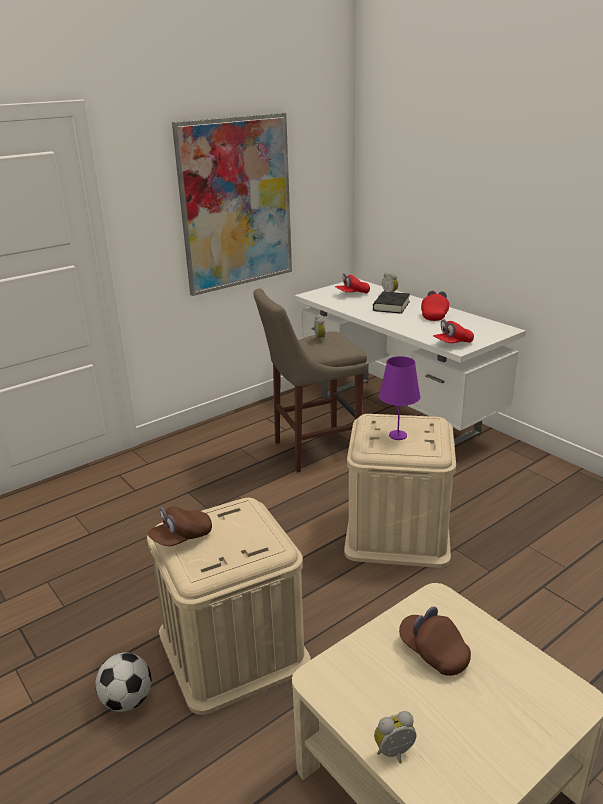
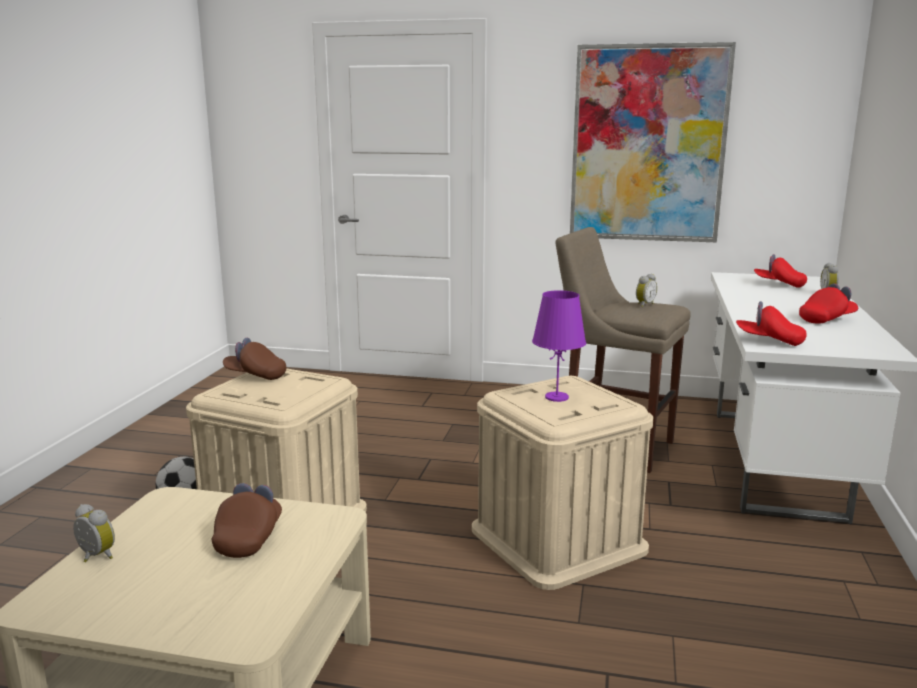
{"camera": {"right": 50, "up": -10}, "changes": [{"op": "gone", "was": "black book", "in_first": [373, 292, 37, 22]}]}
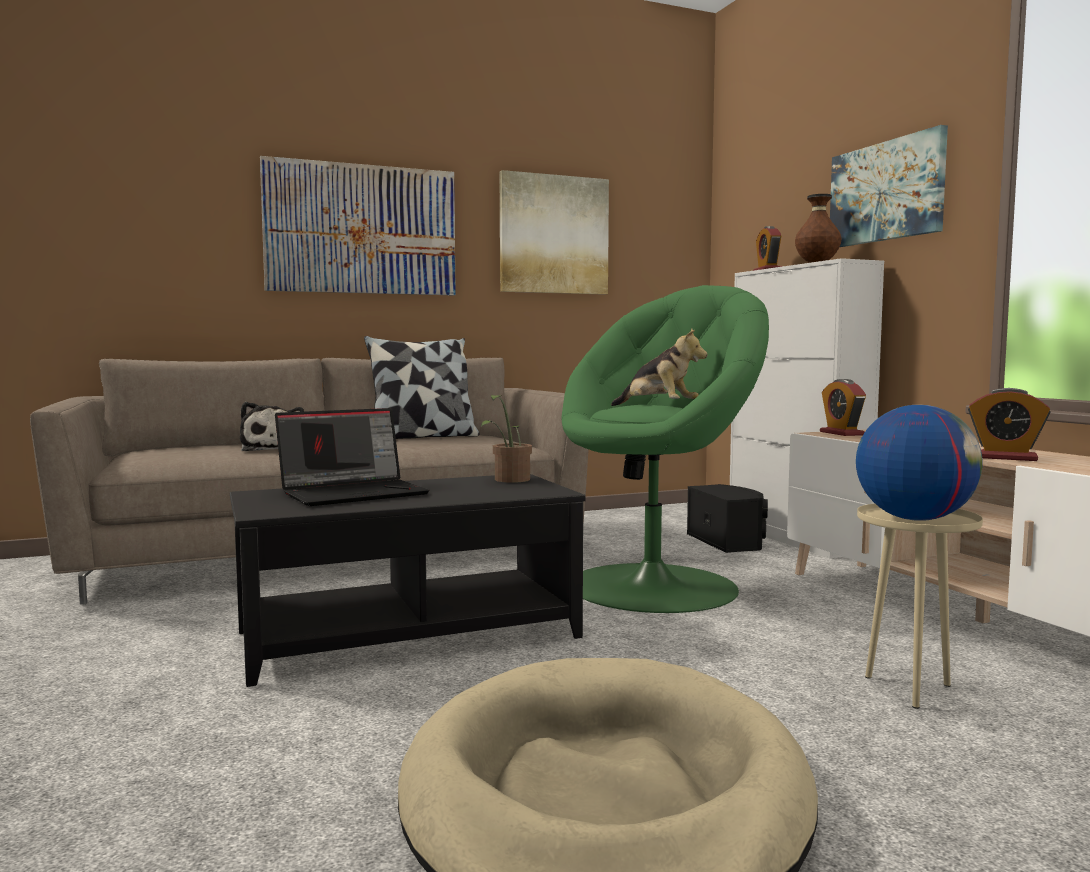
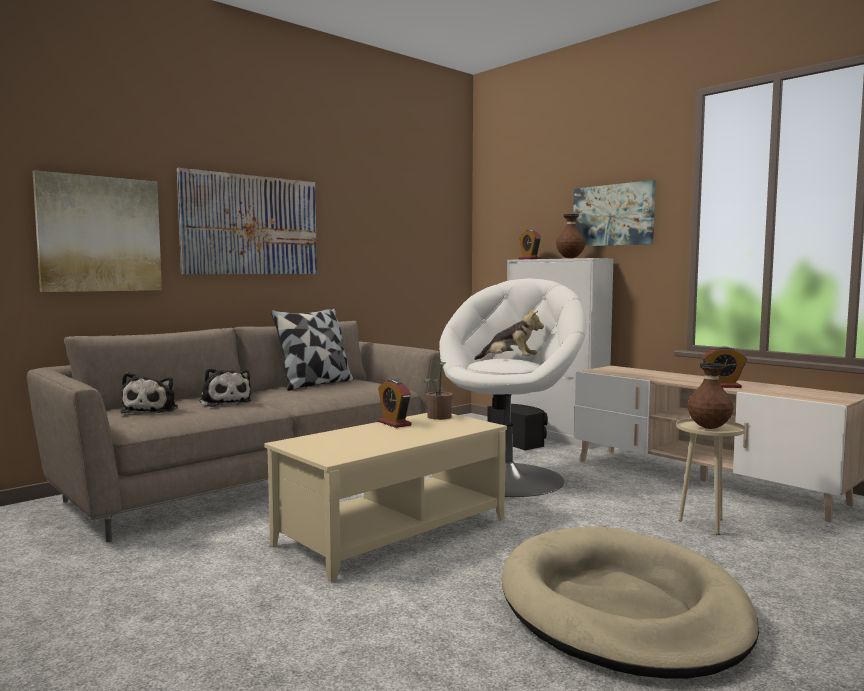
{"camera": {"right": -20, "up": 0}, "changes": [{"op": "shifted", "was": "picture", "in_first": [500, 170, 109, 125], "in_second": [33, 170, 129, 122]}, {"op": "repainted", "was": "green armchair", "now": "white armchair", "in_first": [562, 285, 207, 328], "in_second": [439, 278, 147, 219]}, {"op": "shifted", "was": "alarm clock", "in_first": [820, 379, 46, 57], "in_second": [378, 379, 34, 49]}, {"op": "swapped", "was": "globe", "now": "brown vase", "in_first": [856, 405, 127, 116], "in_second": [687, 363, 47, 66]}, {"op": "gone", "was": "laptop", "in_first": [275, 408, 155, 98]}, {"op": "repainted", "was": "black coffee table", "now": "beige coffee table", "in_first": [230, 474, 356, 213], "in_second": [265, 413, 242, 169]}, {"op": "new", "now": "plush toy", "in_second": [121, 372, 57, 41]}]}
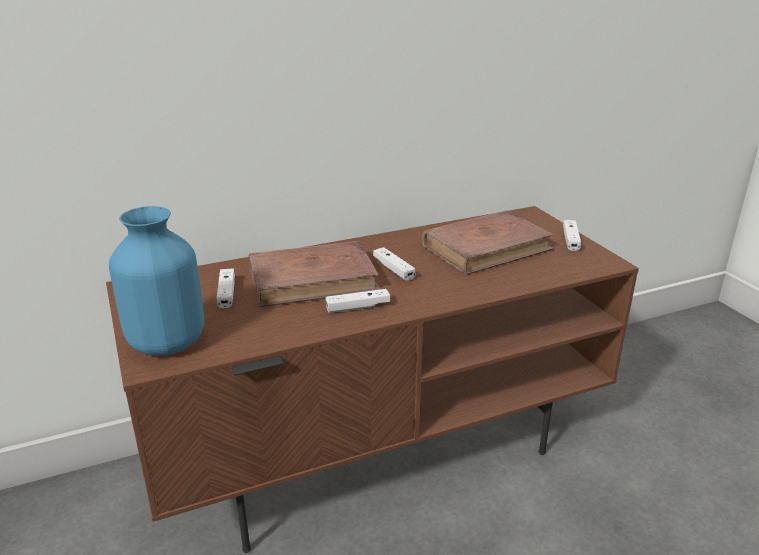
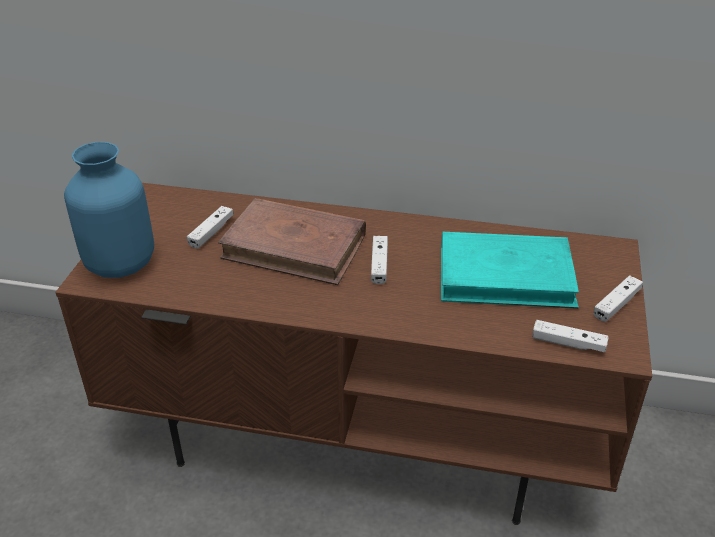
{"camera": {"right": 35, "up": 10}, "changes": [{"op": "repainted", "was": "brown book", "now": "turquoise book", "in_first": [422, 210, 132, 65], "in_second": [441, 232, 138, 77]}, {"op": "shifted", "was": "white game controller", "in_first": [325, 289, 65, 24], "in_second": [533, 320, 75, 32]}]}
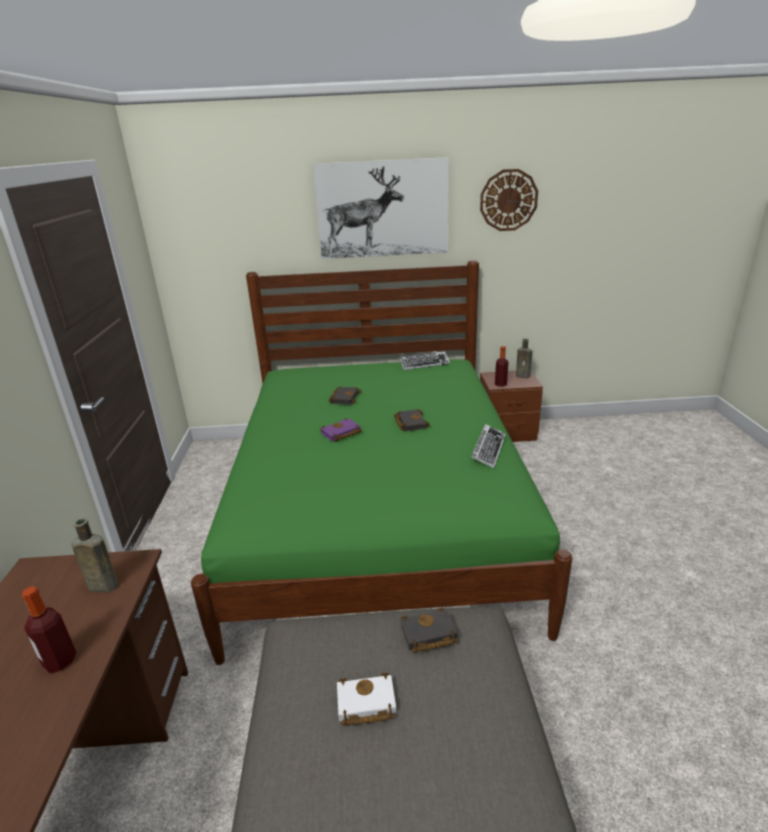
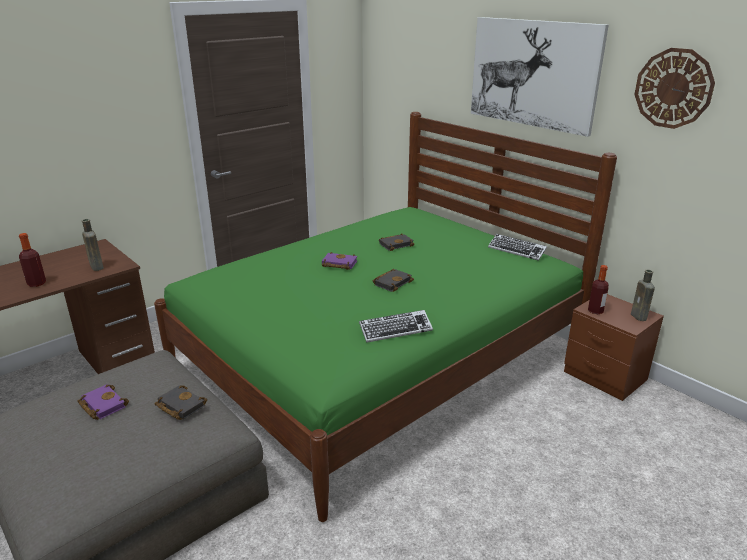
{"camera": {"right": 50, "up": 0}, "changes": [{"op": "repainted", "was": "white book", "now": "purple book", "in_first": [337, 672, 60, 54], "in_second": [78, 384, 51, 36]}]}
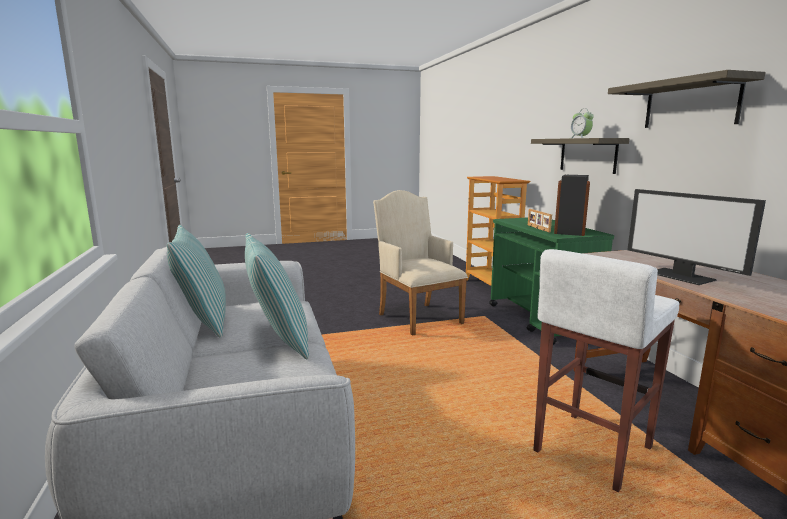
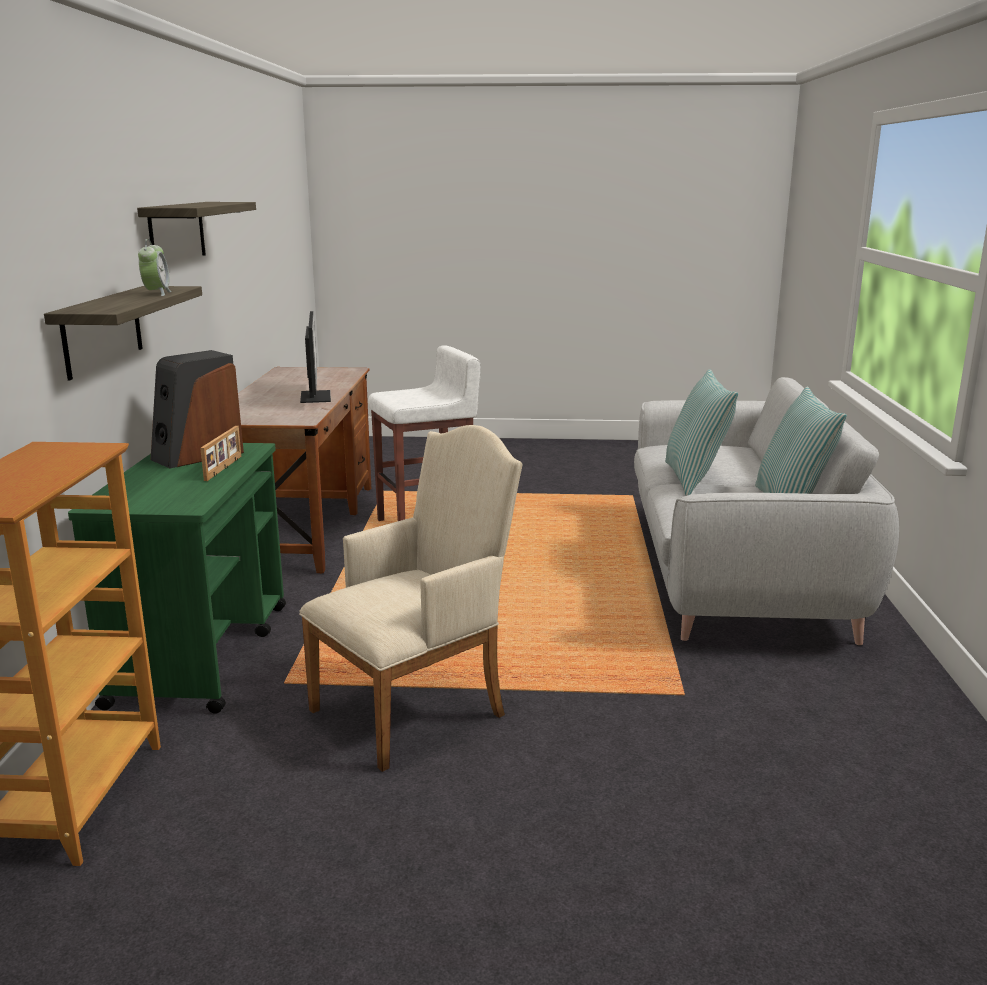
{"camera": {"right": -160, "up": 5}, "changes": [{"op": "rotated", "was": "beige armchair", "in_first": [373, 190, 95, 146], "in_second": [299, 425, 224, 347], "clockwise": -120}]}
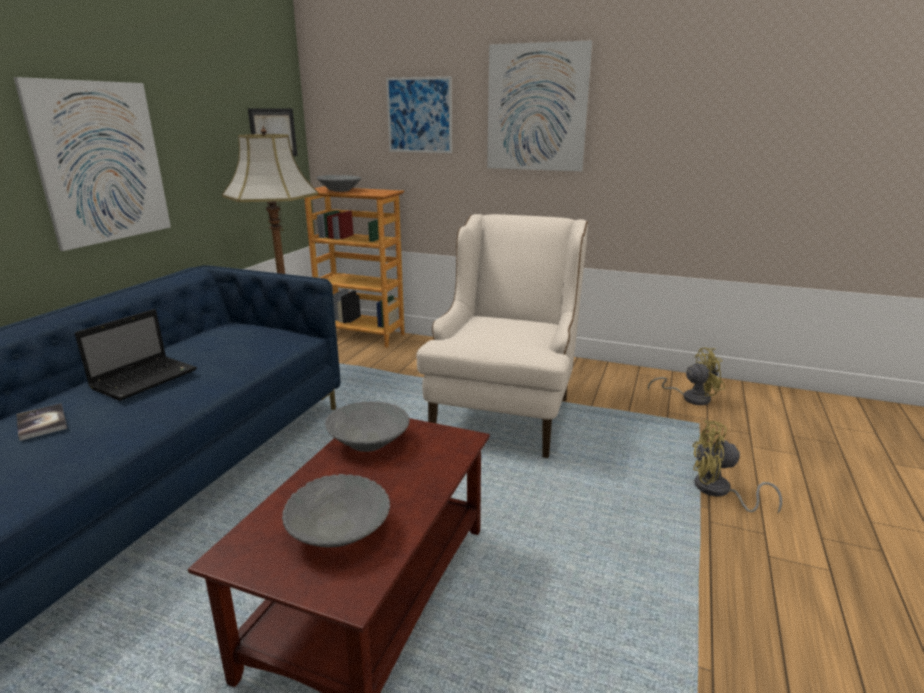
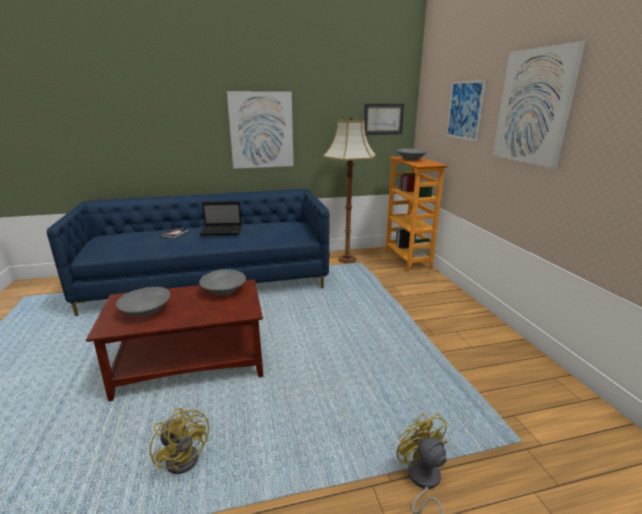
{"camera": {"right": 55, "up": 0}, "changes": [{"op": "gone", "was": "beige armchair", "in_first": [417, 214, 171, 244]}, {"op": "shifted", "was": "yellow fan", "in_first": [648, 348, 77, 57], "in_second": [150, 408, 59, 66]}]}
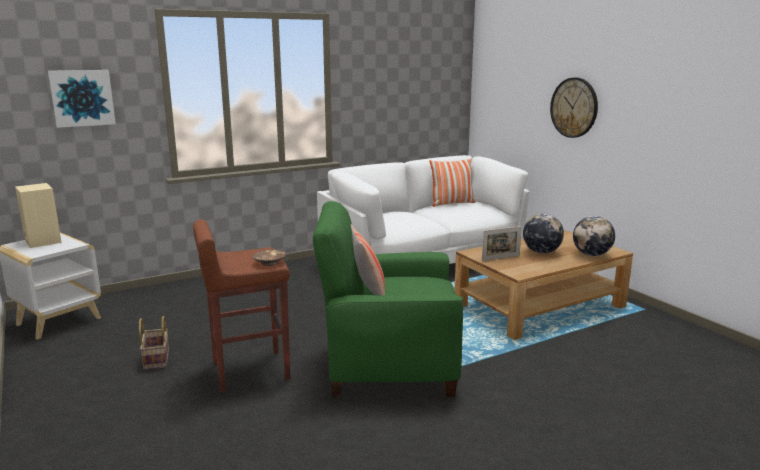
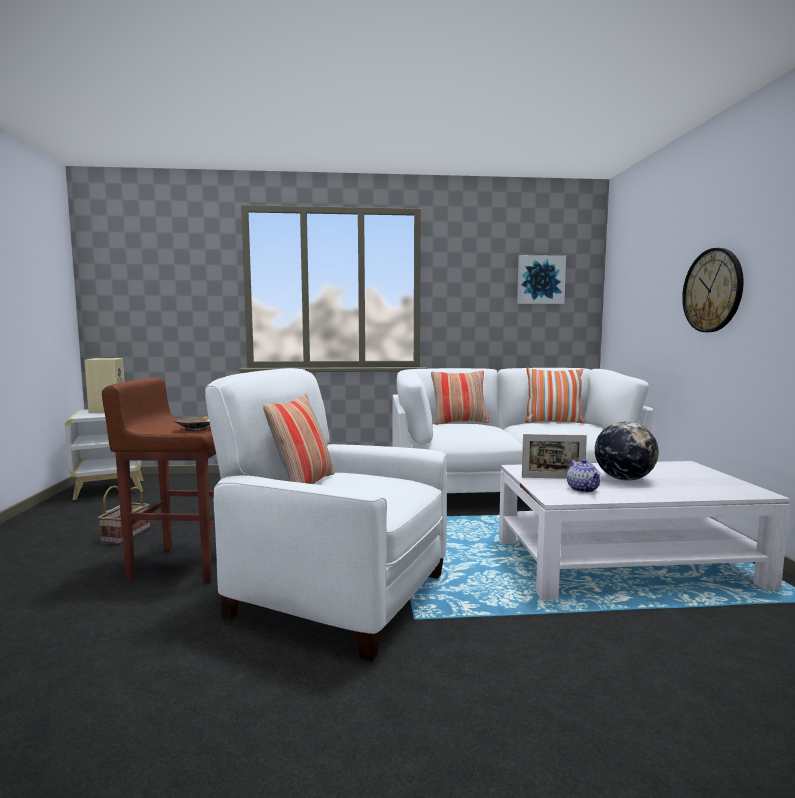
{"camera": {"right": 25, "up": -10}, "changes": [{"op": "shifted", "was": "picture", "in_first": [48, 70, 68, 58], "in_second": [517, 255, 49, 49]}, {"op": "repainted", "was": "green armchair", "now": "white armchair", "in_first": [312, 201, 151, 196], "in_second": [205, 368, 242, 293]}, {"op": "gone", "was": "globe", "in_first": [573, 216, 42, 40]}, {"op": "repainted", "was": "brown coffee table", "now": "white coffee table", "in_first": [454, 230, 179, 110], "in_second": [499, 461, 291, 139]}, {"op": "new", "now": "pillow", "in_second": [431, 371, 58, 54]}, {"op": "new", "now": "teapot", "in_second": [567, 459, 34, 34]}]}
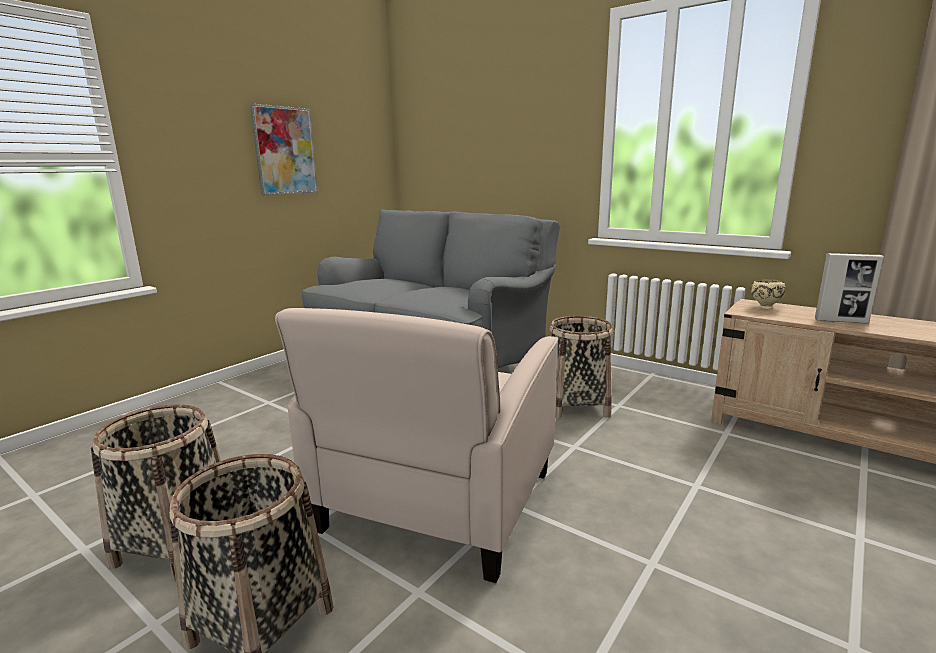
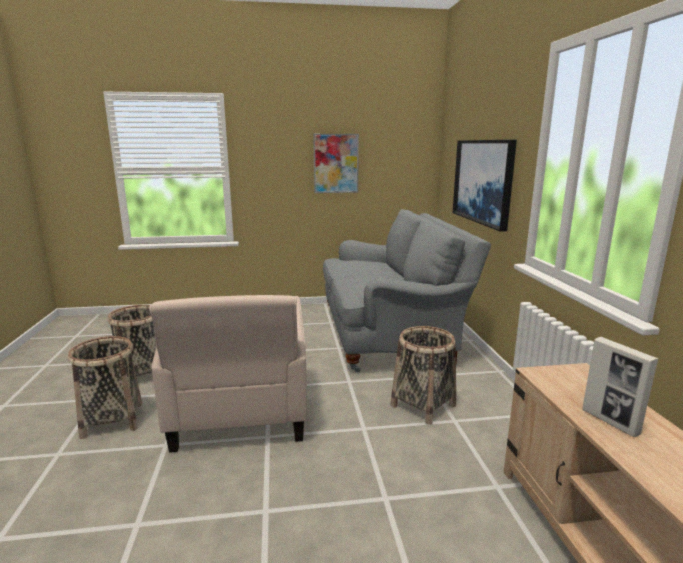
{"camera": {"right": 45, "up": 0}, "changes": [{"op": "gone", "was": "beige bowl", "in_first": [751, 279, 35, 31]}, {"op": "rotated", "was": "beige armchair", "in_first": [275, 308, 283, 275], "in_second": [149, 295, 158, 158], "clockwise": -75}, {"op": "new", "now": "picture", "in_second": [453, 140, 64, 92]}]}
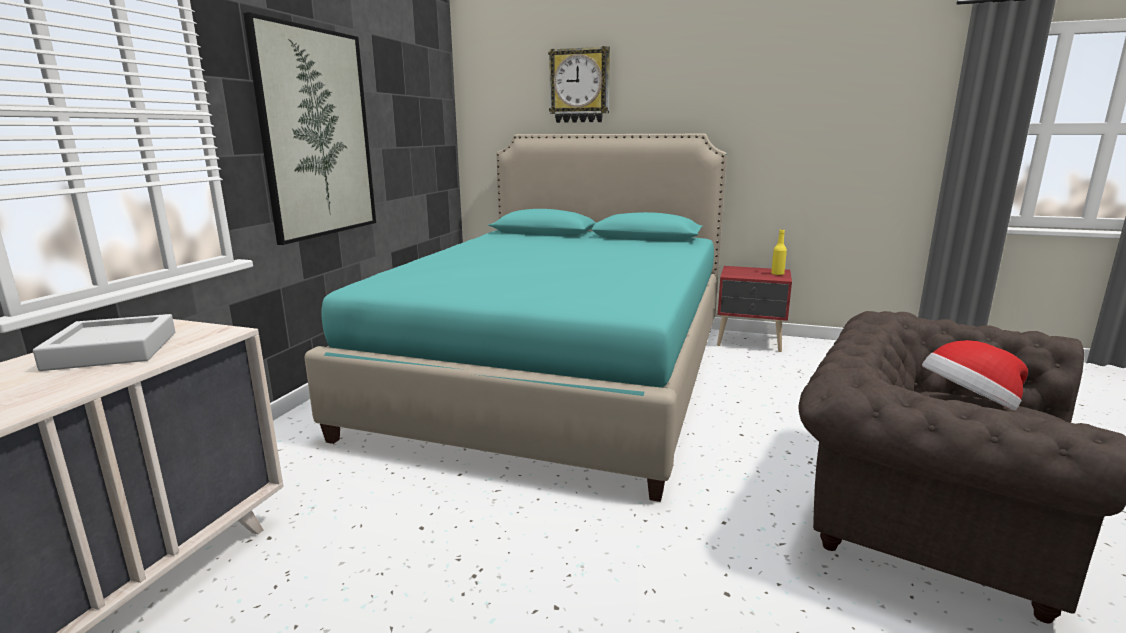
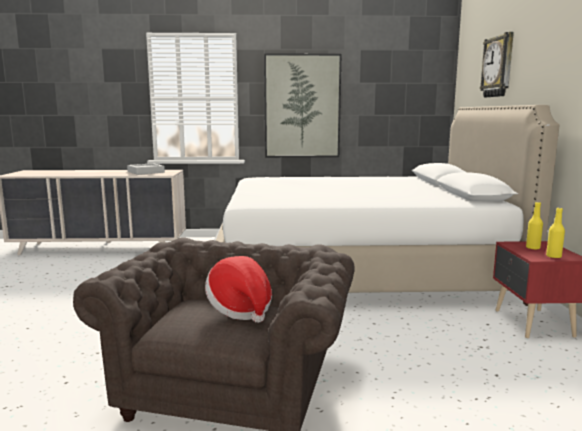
{"camera": {"right": 70, "up": -5}, "changes": [{"op": "repainted", "was": "turquoise bed", "now": "white bed", "in_first": [305, 134, 422, 368], "in_second": [214, 105, 345, 201]}, {"op": "new", "now": "yellow bottle", "in_second": [526, 202, 17, 48]}]}
